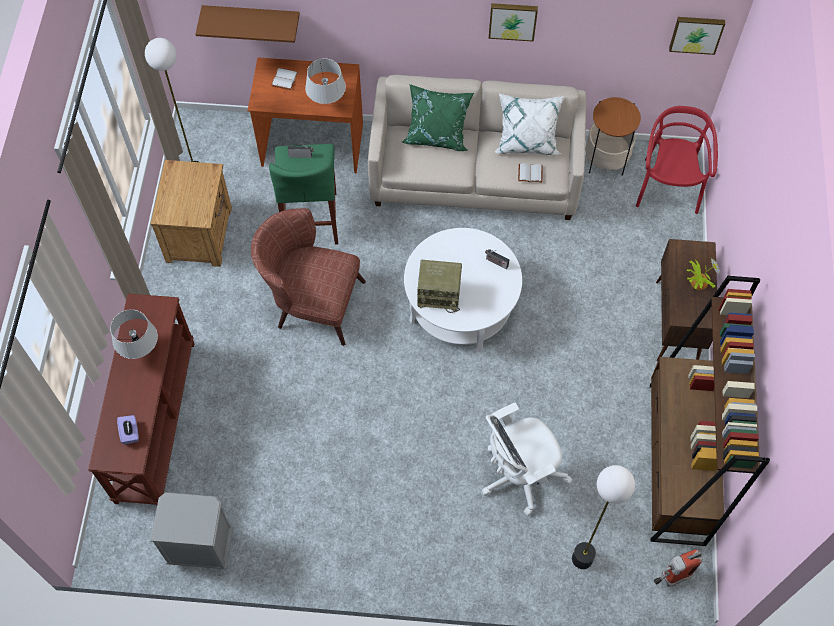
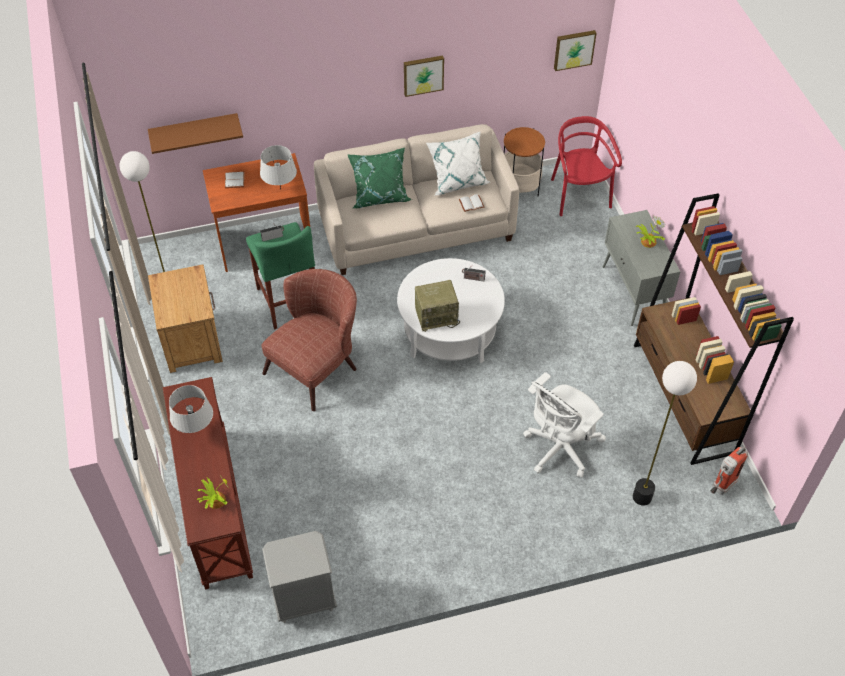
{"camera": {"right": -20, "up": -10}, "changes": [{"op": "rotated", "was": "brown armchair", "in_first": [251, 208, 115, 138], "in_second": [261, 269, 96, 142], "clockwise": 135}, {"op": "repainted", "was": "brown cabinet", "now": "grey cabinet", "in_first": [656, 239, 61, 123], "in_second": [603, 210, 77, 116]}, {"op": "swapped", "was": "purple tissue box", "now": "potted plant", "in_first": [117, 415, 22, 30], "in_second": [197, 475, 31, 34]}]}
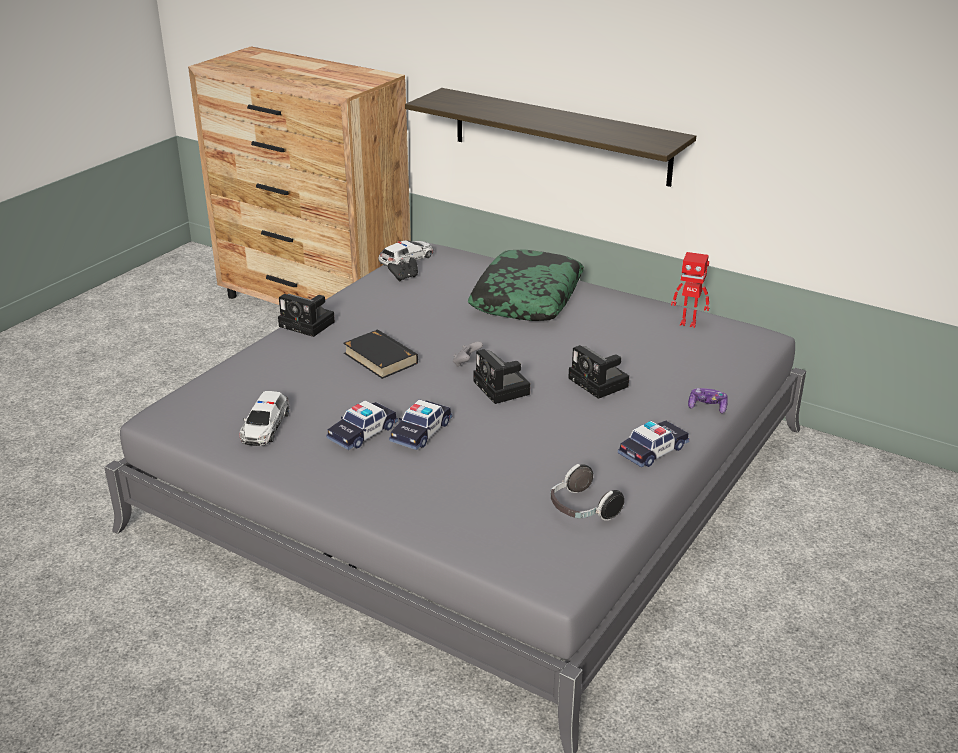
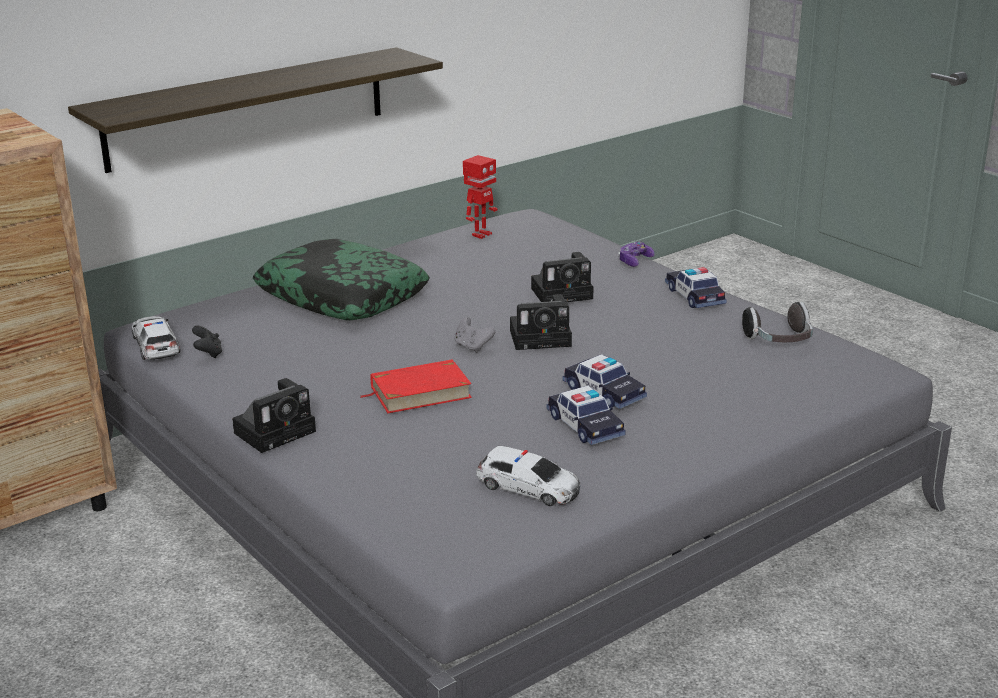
{"camera": {"right": -70, "up": -5}, "changes": [{"op": "repainted", "was": "black book", "now": "red book", "in_first": [343, 329, 75, 50], "in_second": [359, 359, 113, 54]}]}
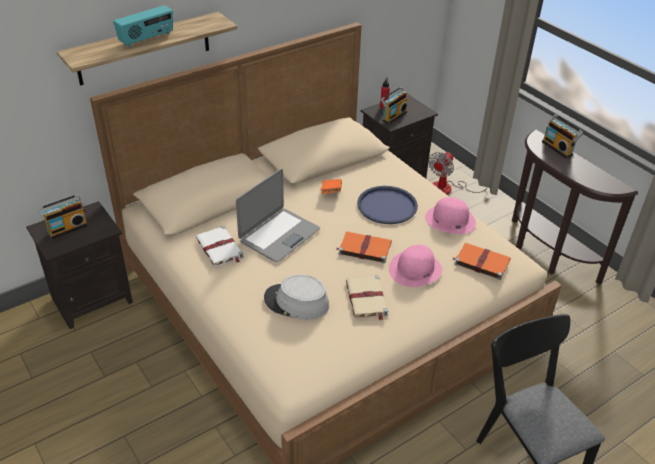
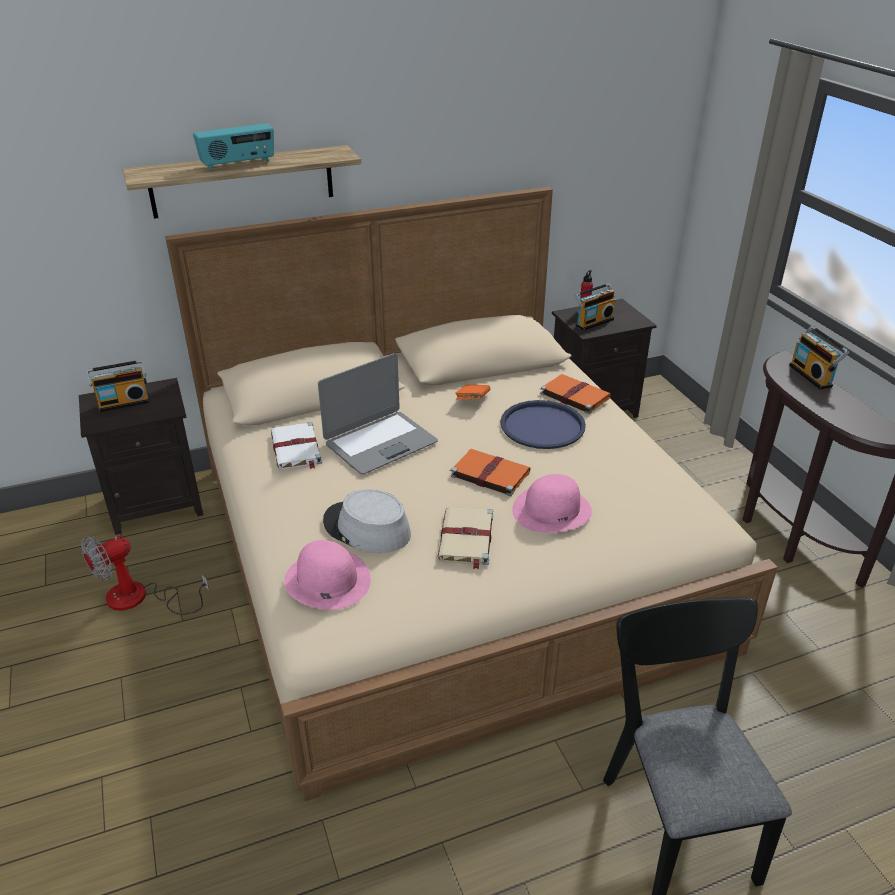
{"camera": {"right": 15, "up": -5}, "changes": [{"op": "shifted", "was": "fan", "in_first": [428, 152, 60, 43], "in_second": [81, 536, 128, 79]}, {"op": "shifted", "was": "pink hat", "in_first": [425, 197, 51, 37], "in_second": [284, 540, 87, 70]}, {"op": "shifted", "was": "orange book", "in_first": [452, 243, 59, 37], "in_second": [540, 374, 71, 40]}]}
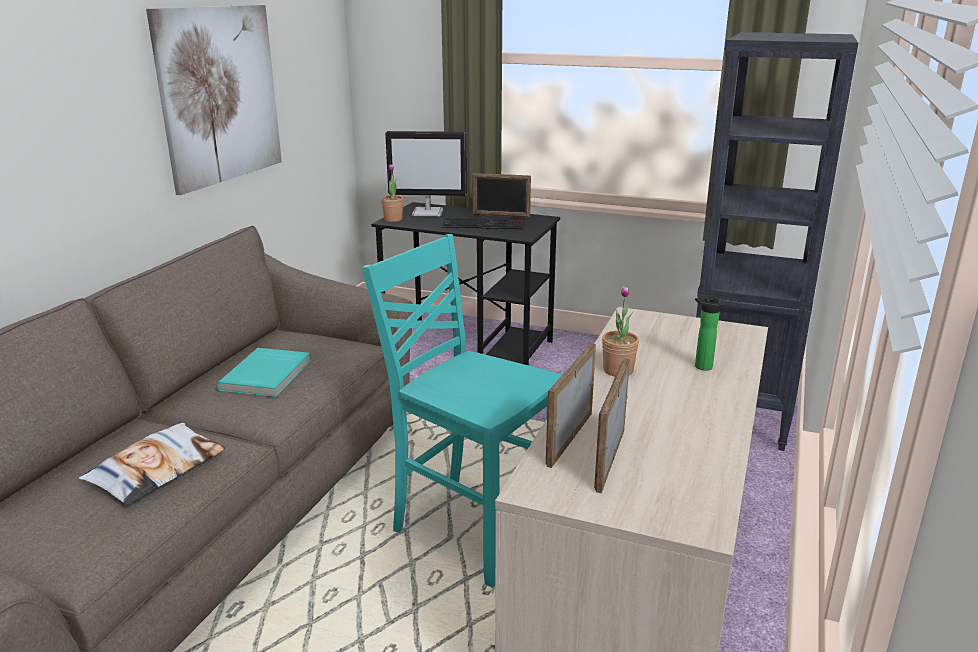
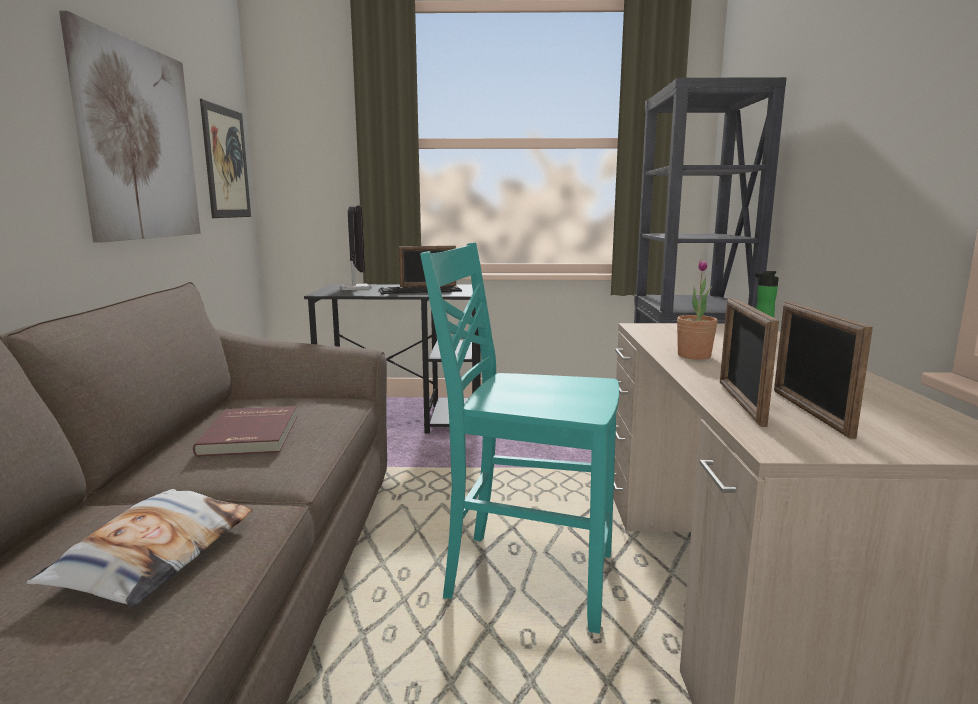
{"camera": {"right": -20, "up": -10}, "changes": [{"op": "rotated", "was": "monitor", "in_first": [385, 131, 82, 86], "in_second": [340, 205, 32, 85], "clockwise": -90}, {"op": "gone", "was": "potted plant", "in_first": [381, 164, 22, 58]}, {"op": "repainted", "was": "turquoise book", "now": "red book", "in_first": [217, 348, 94, 49], "in_second": [193, 406, 104, 51]}, {"op": "new", "now": "picture", "in_second": [200, 99, 51, 119]}]}
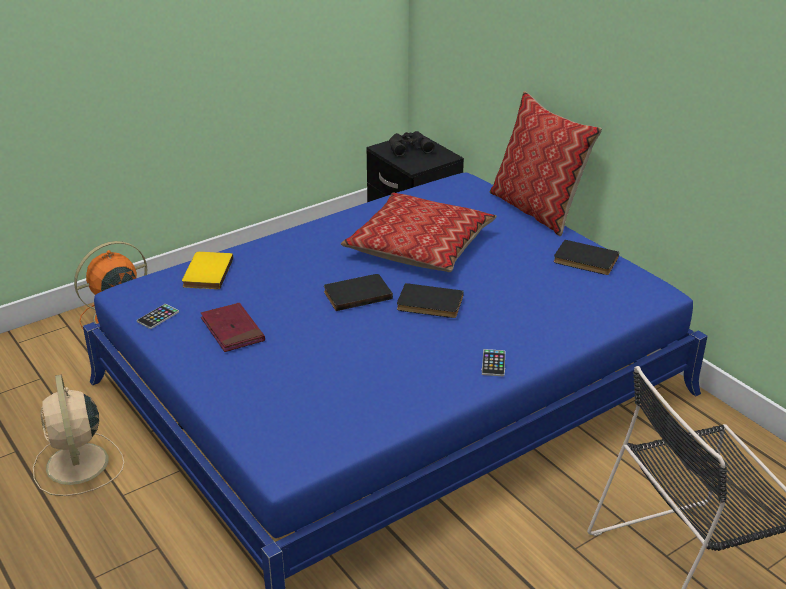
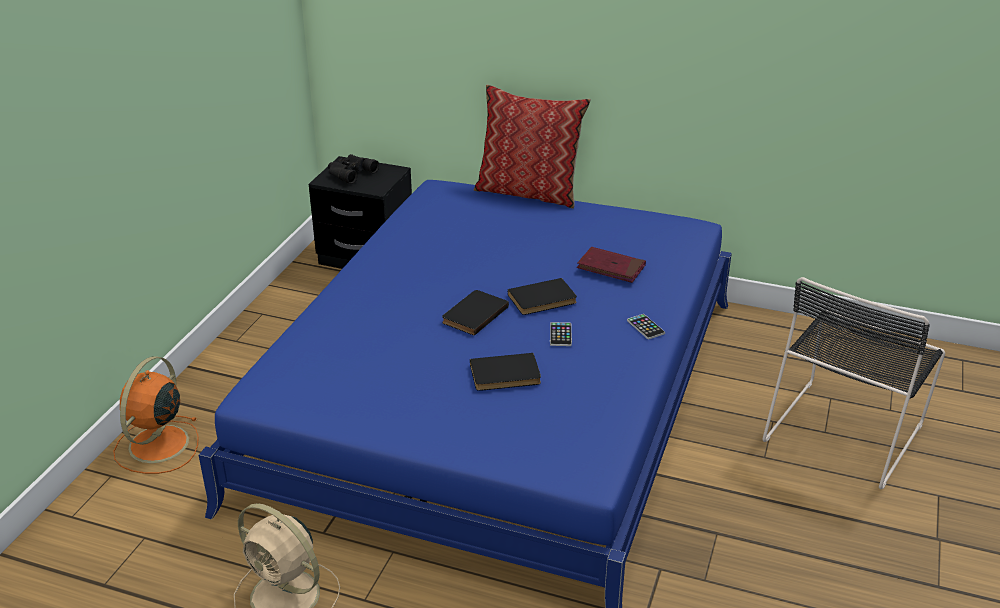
{"camera": {"right": -35, "up": 0}, "changes": [{"op": "gone", "was": "pillow", "in_first": [341, 193, 156, 79]}, {"op": "shifted", "was": "black book", "in_first": [554, 240, 65, 35], "in_second": [470, 353, 71, 38]}, {"op": "gone", "was": "yellow book", "in_first": [182, 252, 51, 37]}, {"op": "shifted", "was": "red book", "in_first": [201, 303, 64, 49], "in_second": [577, 247, 69, 36]}, {"op": "shifted", "was": "phone", "in_first": [137, 304, 42, 25], "in_second": [550, 322, 22, 24]}]}
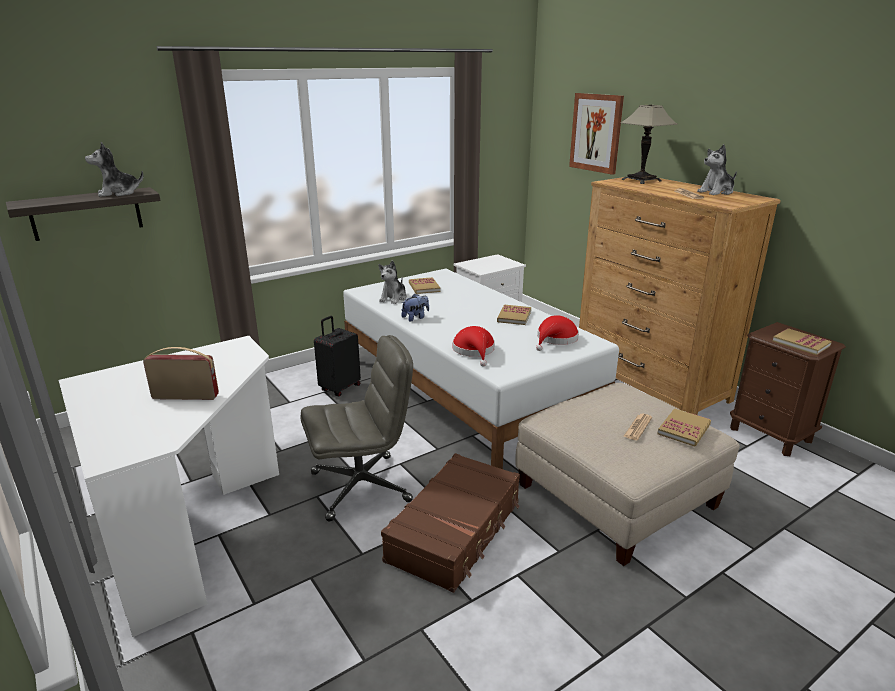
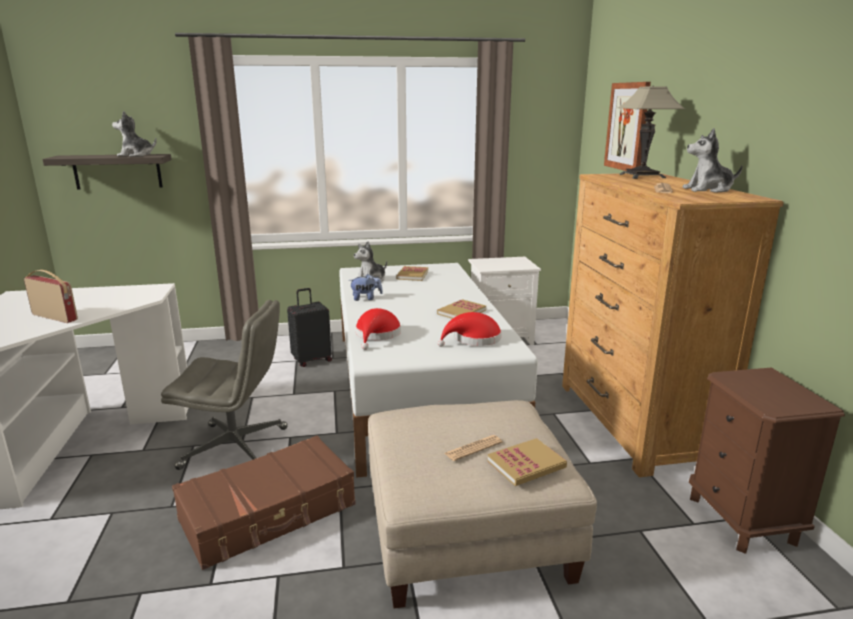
{"camera": {"right": 25, "up": -5}, "changes": [{"op": "gone", "was": "book", "in_first": [773, 328, 59, 27]}]}
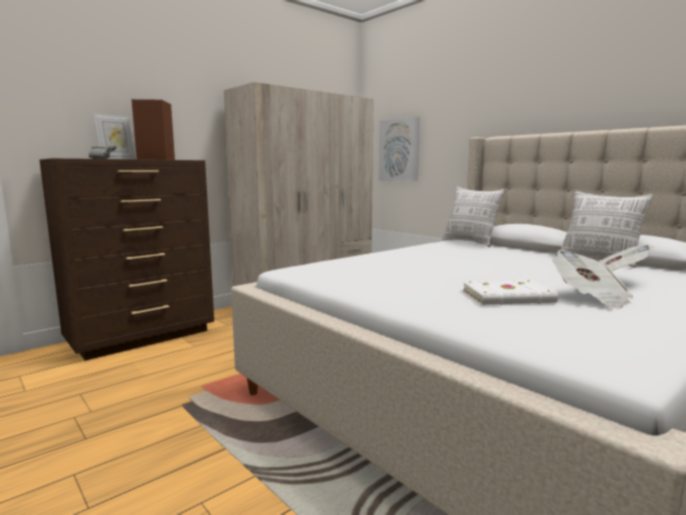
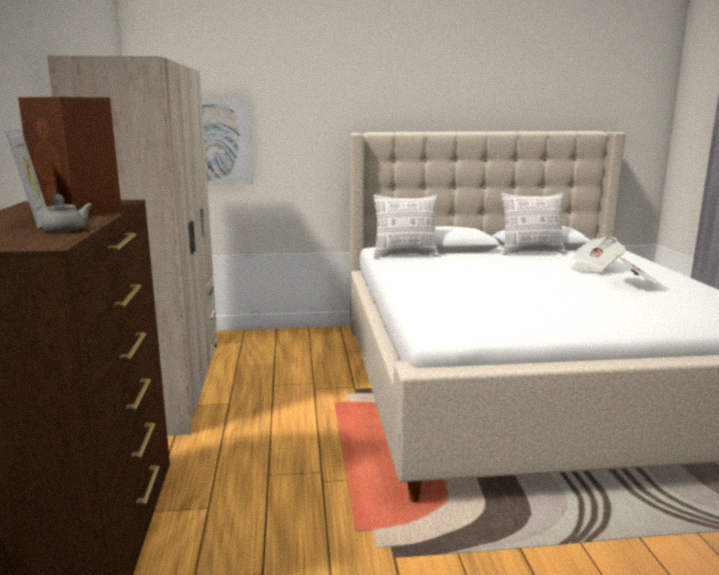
{"camera": {"right": -55, "up": 5}, "changes": [{"op": "gone", "was": "white book", "in_first": [463, 280, 95, 25]}]}
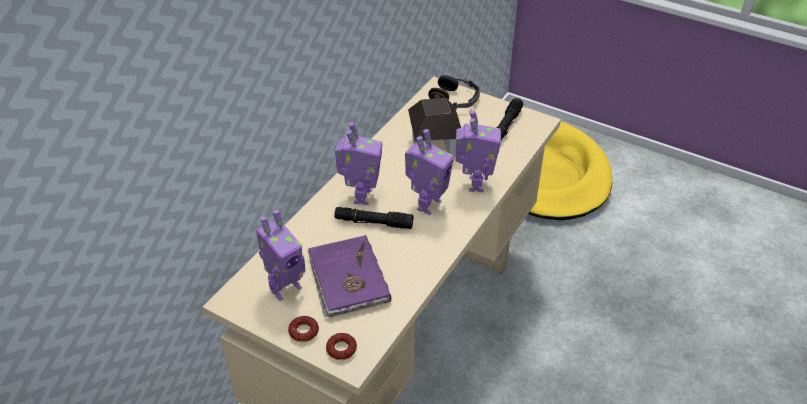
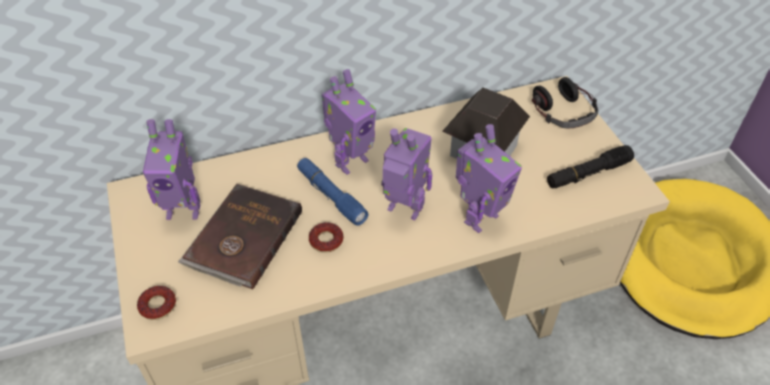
{"camera": {"right": 40, "up": 5}, "changes": [{"op": "rotated", "was": "toy robot", "in_first": [405, 129, 49, 86], "in_second": [381, 128, 51, 92], "clockwise": -135}, {"op": "repainted", "was": "black flashlight", "now": "blue flashlight", "in_first": [334, 207, 79, 22], "in_second": [297, 158, 71, 68]}, {"op": "repainted", "was": "purple book", "now": "brown book", "in_first": [308, 235, 83, 82], "in_second": [178, 184, 124, 105]}, {"op": "shifted", "was": "donut", "in_first": [288, 316, 31, 26], "in_second": [309, 222, 34, 31]}]}
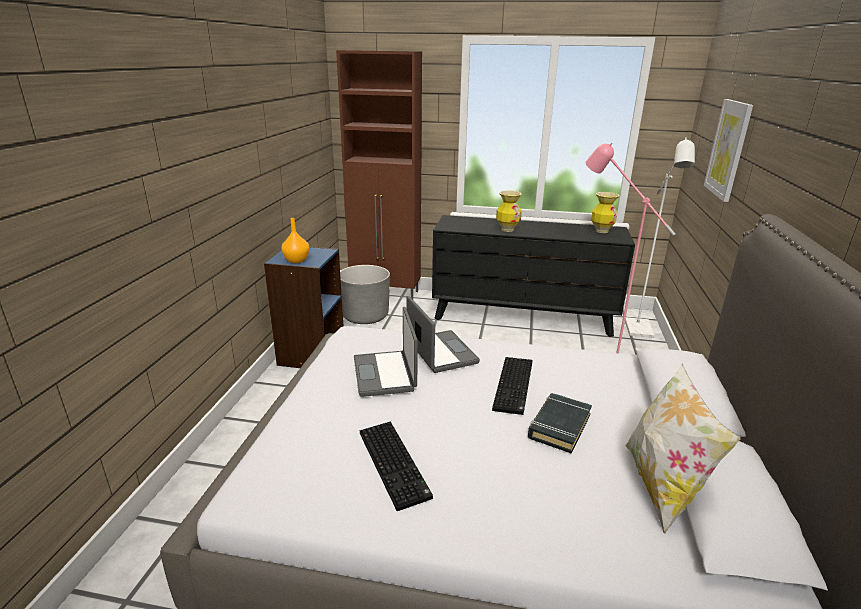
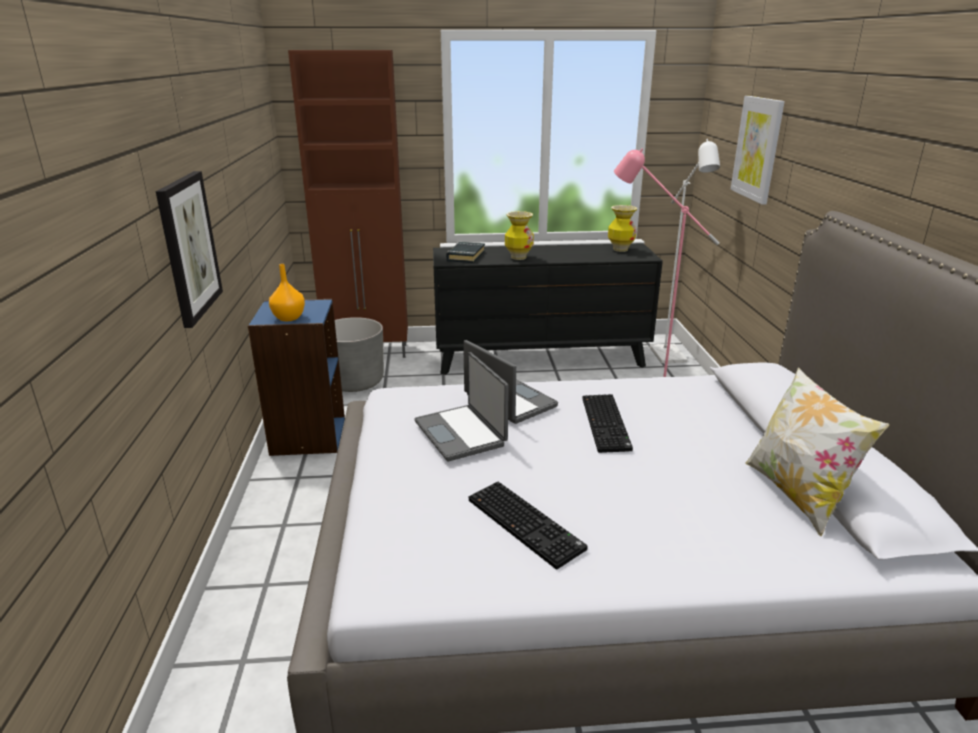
{"camera": {"right": -15, "up": 0}, "changes": [{"op": "shifted", "was": "black book", "in_first": [528, 393, 64, 61], "in_second": [446, 242, 39, 21]}, {"op": "new", "now": "picture", "in_second": [156, 171, 67, 157]}]}
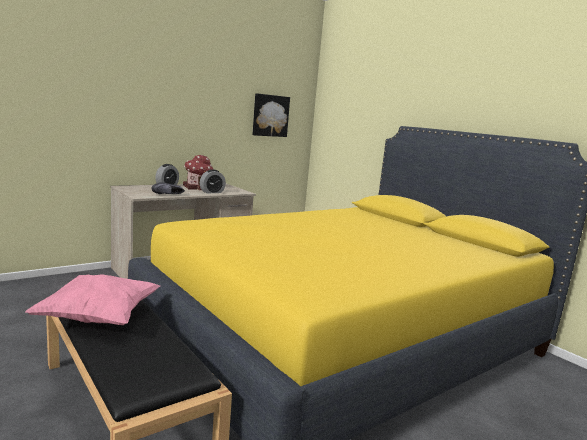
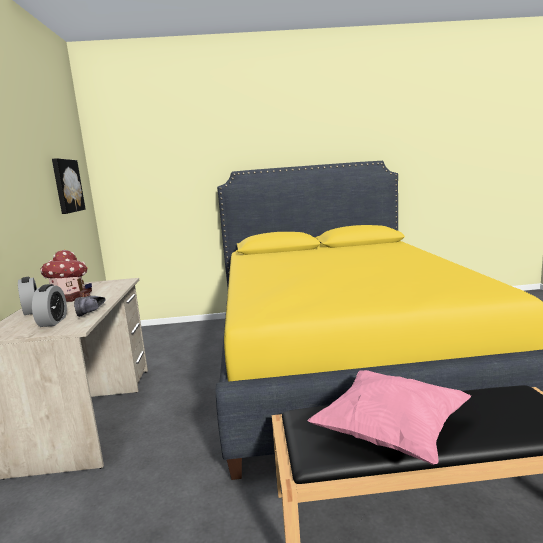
{"camera": {"right": -55, "up": 0}, "changes": [{"op": "shifted", "was": "alarm clock", "in_first": [200, 169, 26, 25], "in_second": [32, 284, 35, 43]}]}
